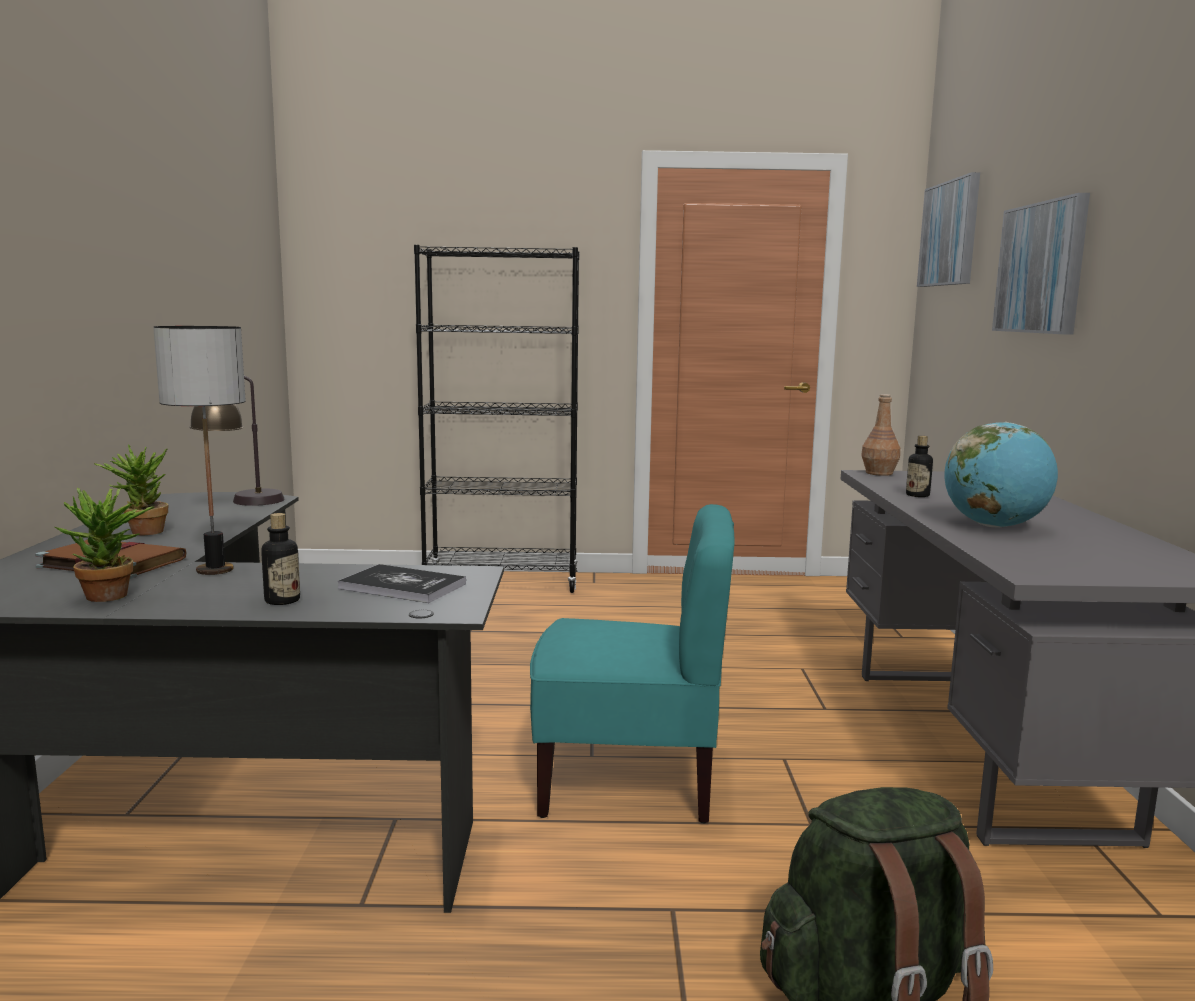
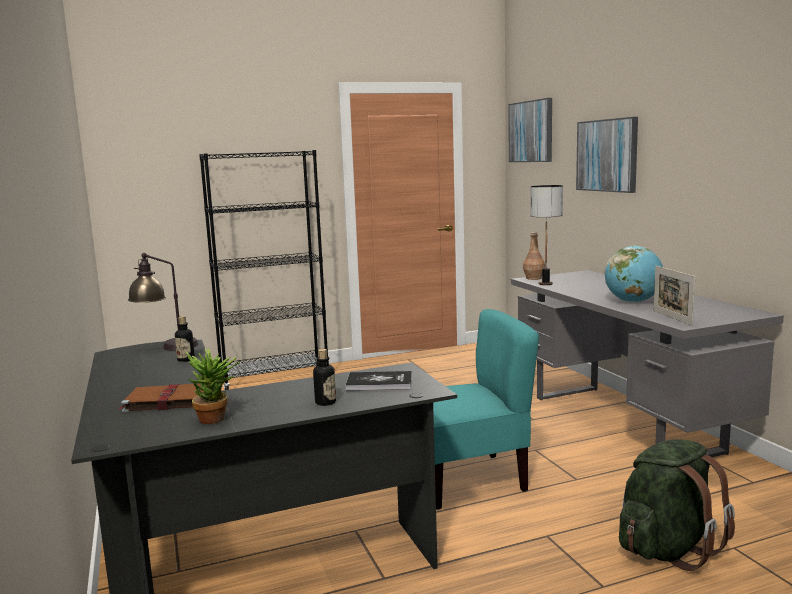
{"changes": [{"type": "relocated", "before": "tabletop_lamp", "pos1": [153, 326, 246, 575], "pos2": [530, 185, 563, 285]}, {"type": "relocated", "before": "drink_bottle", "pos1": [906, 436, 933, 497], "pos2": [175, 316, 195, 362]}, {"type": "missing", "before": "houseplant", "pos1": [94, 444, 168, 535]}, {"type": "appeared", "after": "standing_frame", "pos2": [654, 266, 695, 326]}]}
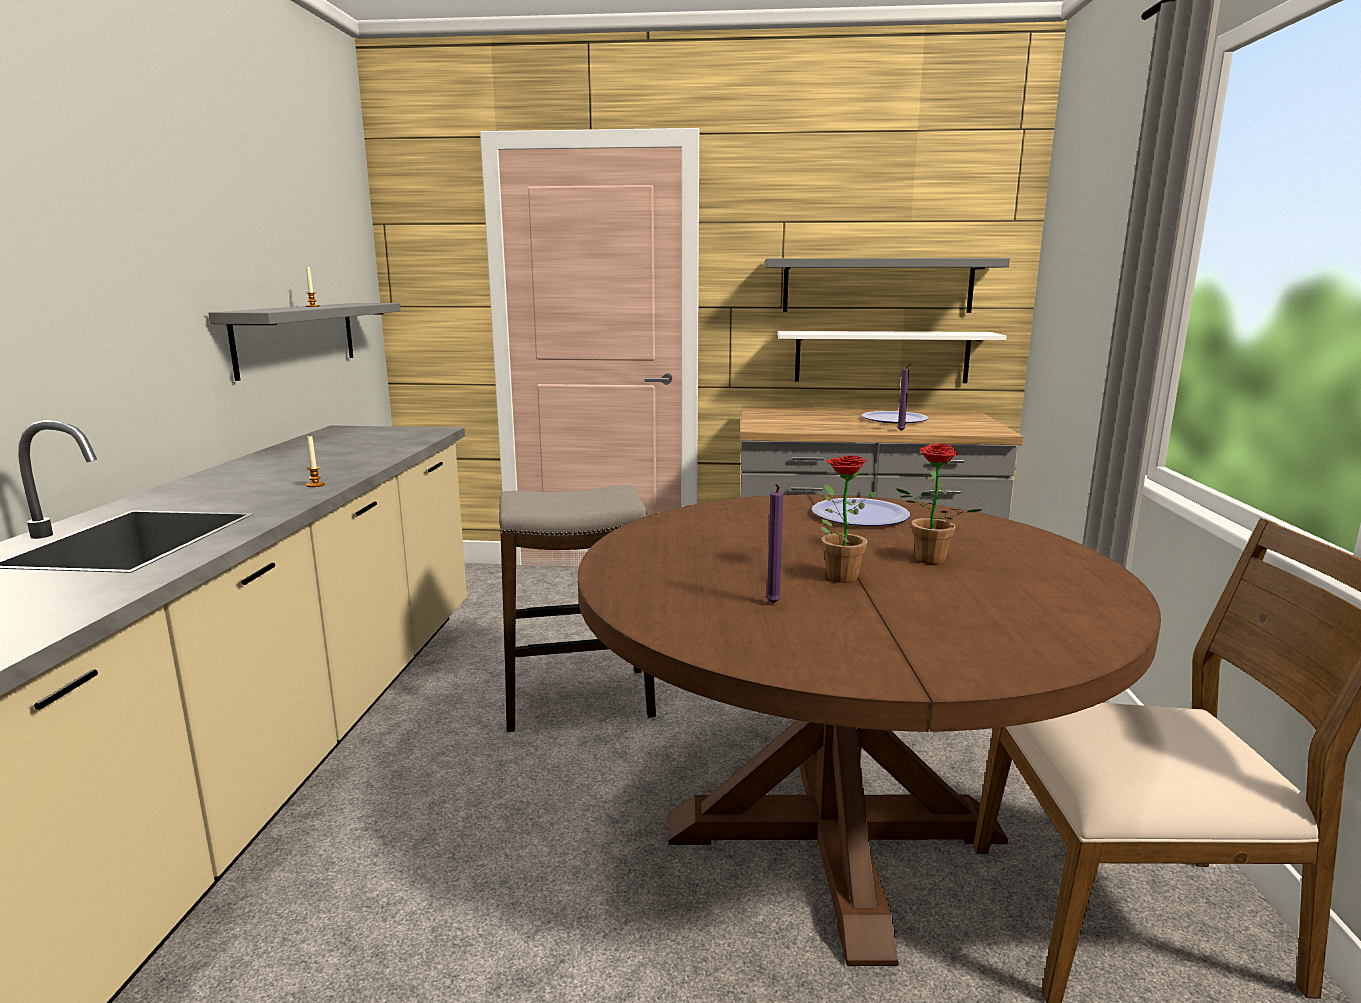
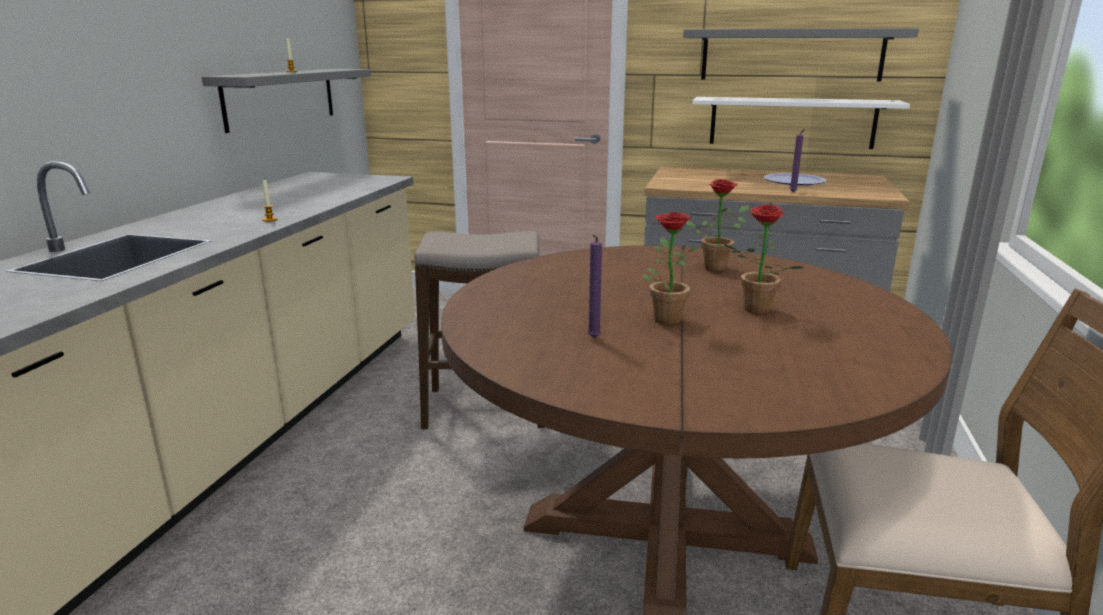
{"changes": [{"type": "exchanged", "before": "flat_dish", "after": "houseplant", "pos1": [812, 498, 910, 526], "pos2": [686, 179, 749, 271]}]}
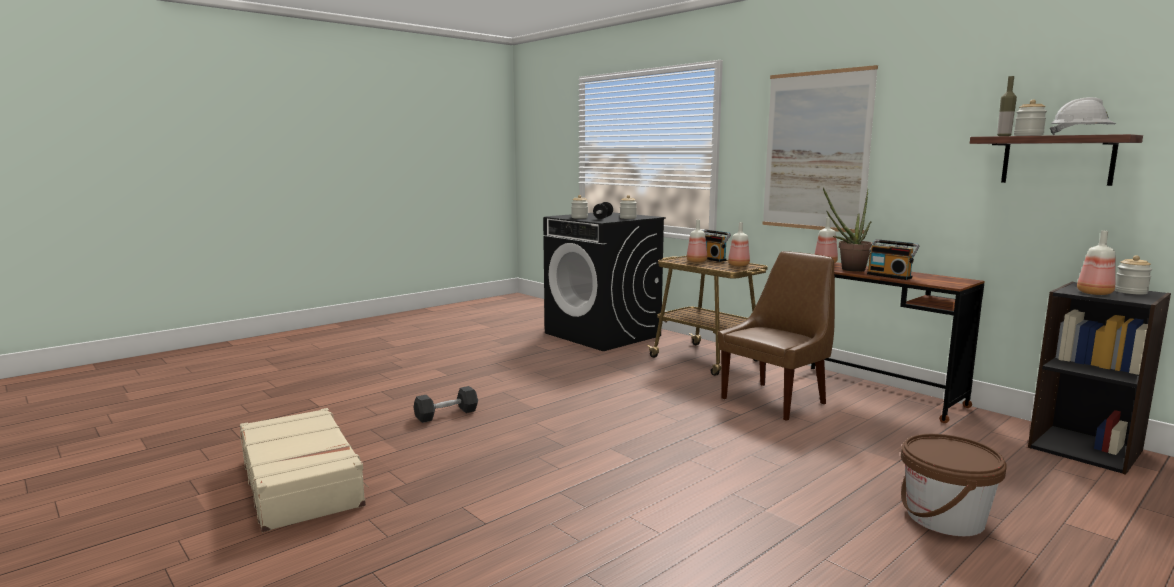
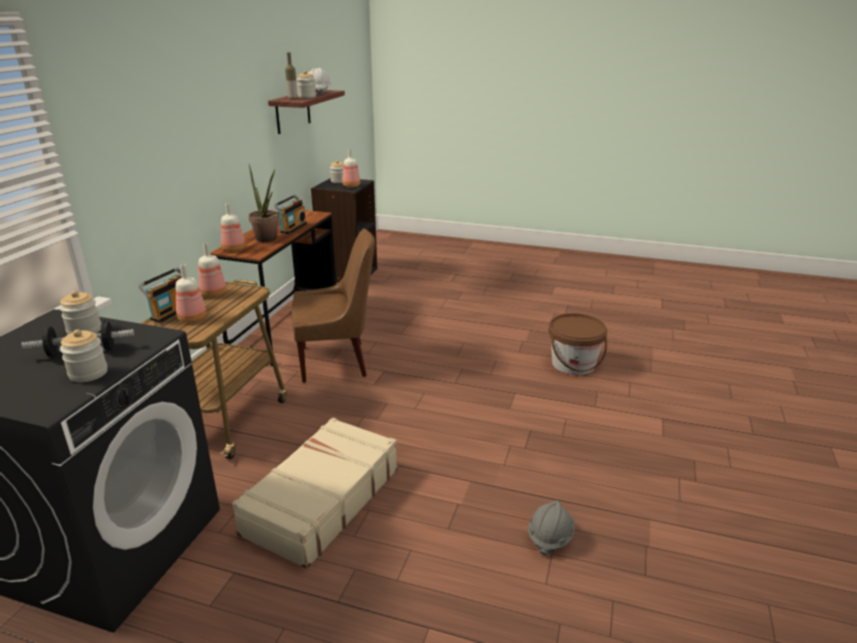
{"changes": [{"type": "missing", "before": "picture", "pos1": [762, 65, 878, 234]}, {"type": "spun", "before": "brown-coloured_chair", "pos1": [718, 251, 835, 421], "pos2": [292, 228, 375, 383], "turn": 150}, {"type": "exchanged", "before": "gray_hand_weight", "after": "gray_work_helmet", "pos1": [413, 386, 478, 423], "pos2": [528, 500, 575, 556]}, {"type": "relocated", "before": "sand-coloured_piece_of_luggage", "pos1": [240, 408, 369, 533], "pos2": [232, 418, 398, 569]}, {"type": "relocated", "before": "brown-coloured_water_bucket", "pos1": [901, 434, 1007, 536], "pos2": [548, 313, 608, 375]}]}
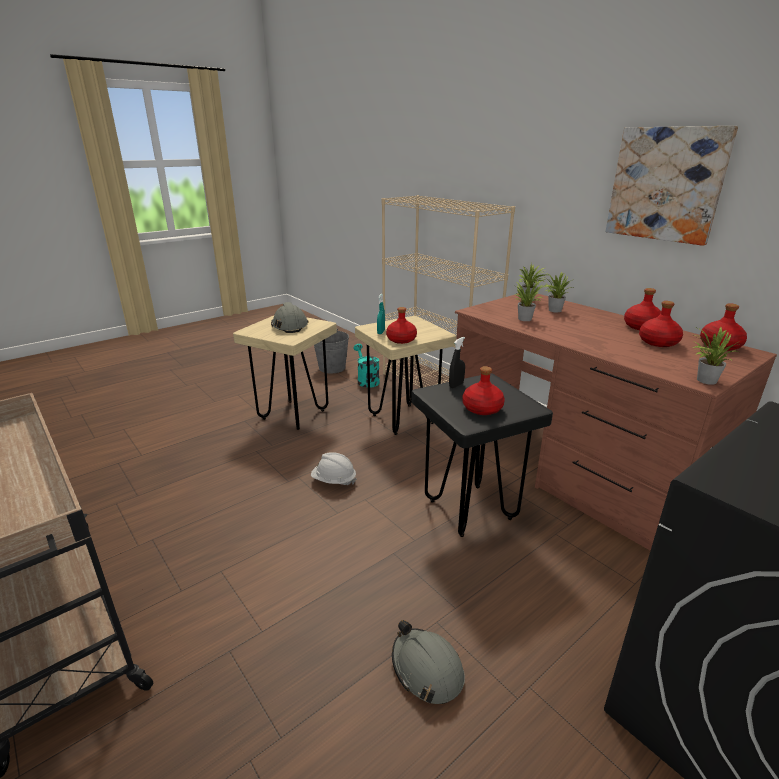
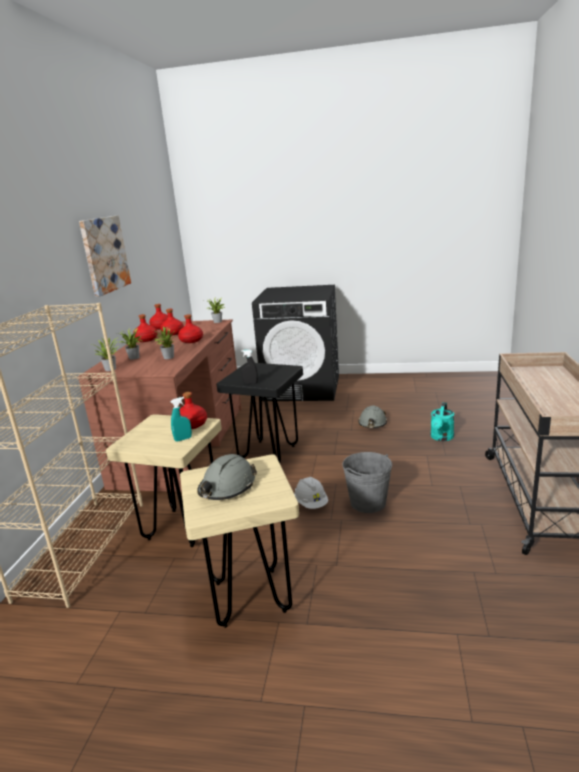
{"changes": [{"type": "relocated", "before": "gray_water_bucket", "pos1": [314, 329, 349, 373], "pos2": [342, 452, 392, 513]}, {"type": "relocated", "before": "turquoise_sprinkling_can", "pos1": [353, 344, 380, 387], "pos2": [431, 402, 454, 441]}, {"type": "relocated", "before": "reddish_drink_bottle", "pos1": [462, 366, 505, 415], "pos2": [178, 314, 203, 343]}]}
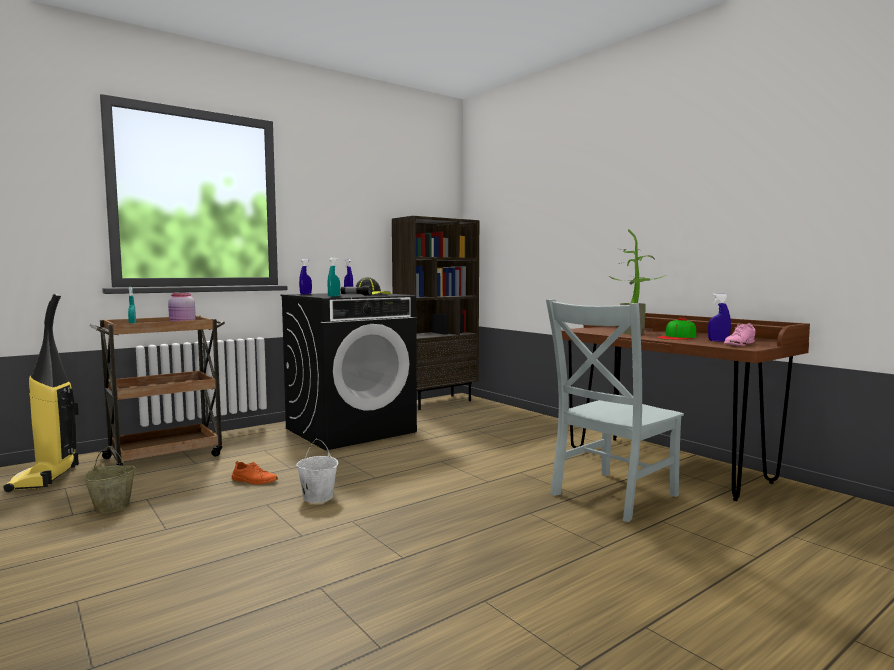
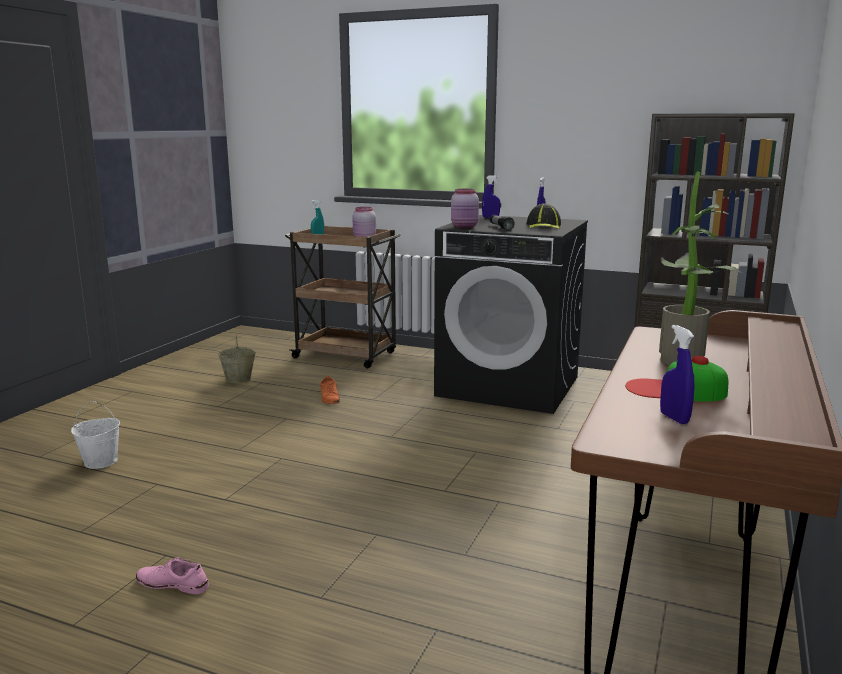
{"changes": [{"type": "exchanged", "before": "turquoise_hand_sprayer", "after": "pinkish_preserve_jar", "pos1": [327, 258, 340, 297], "pos2": [451, 189, 479, 228]}, {"type": "missing", "before": "hoover", "pos1": [3, 293, 79, 492]}, {"type": "missing", "before": "gray_chair", "pos1": [546, 299, 684, 522]}, {"type": "relocated", "before": "pinkish_shoe", "pos1": [724, 323, 755, 346], "pos2": [136, 557, 209, 594]}, {"type": "relocated", "before": "white_water_bucket", "pos1": [296, 439, 338, 503], "pos2": [71, 401, 120, 469]}]}
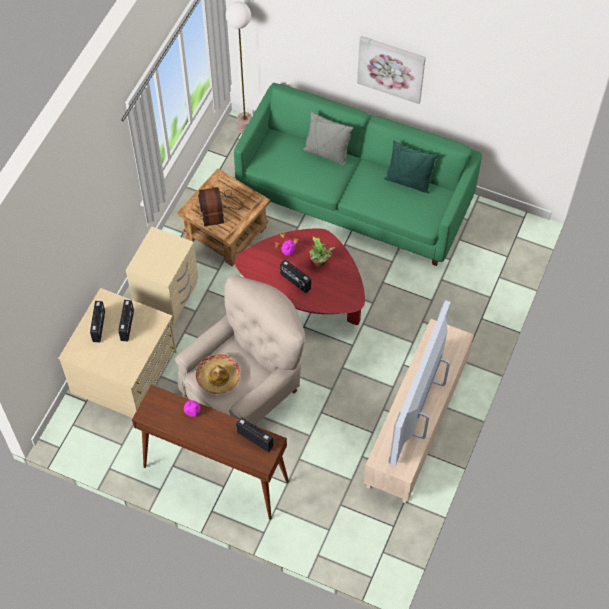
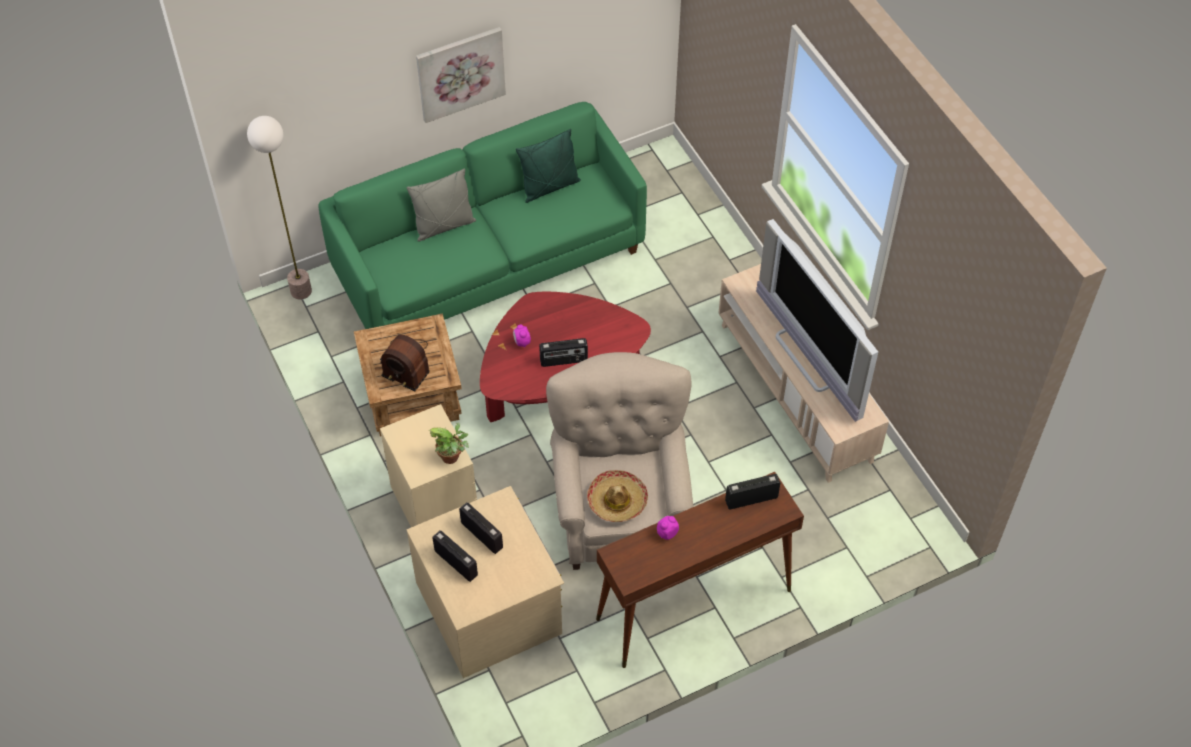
{"changes": [{"type": "relocated", "before": "houseplant", "pos1": [309, 236, 335, 267], "pos2": [429, 423, 469, 464]}]}
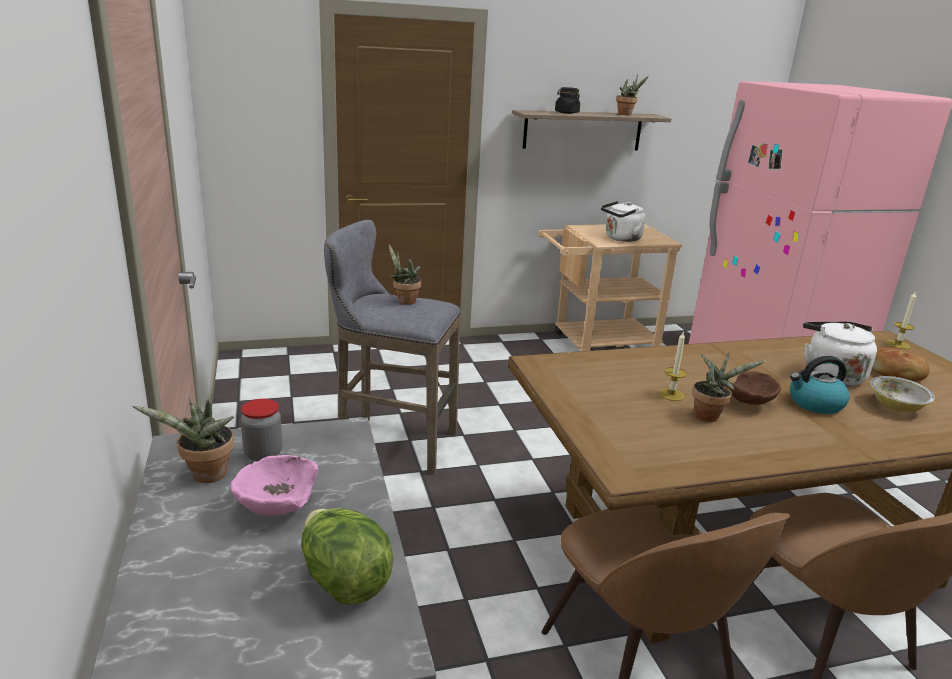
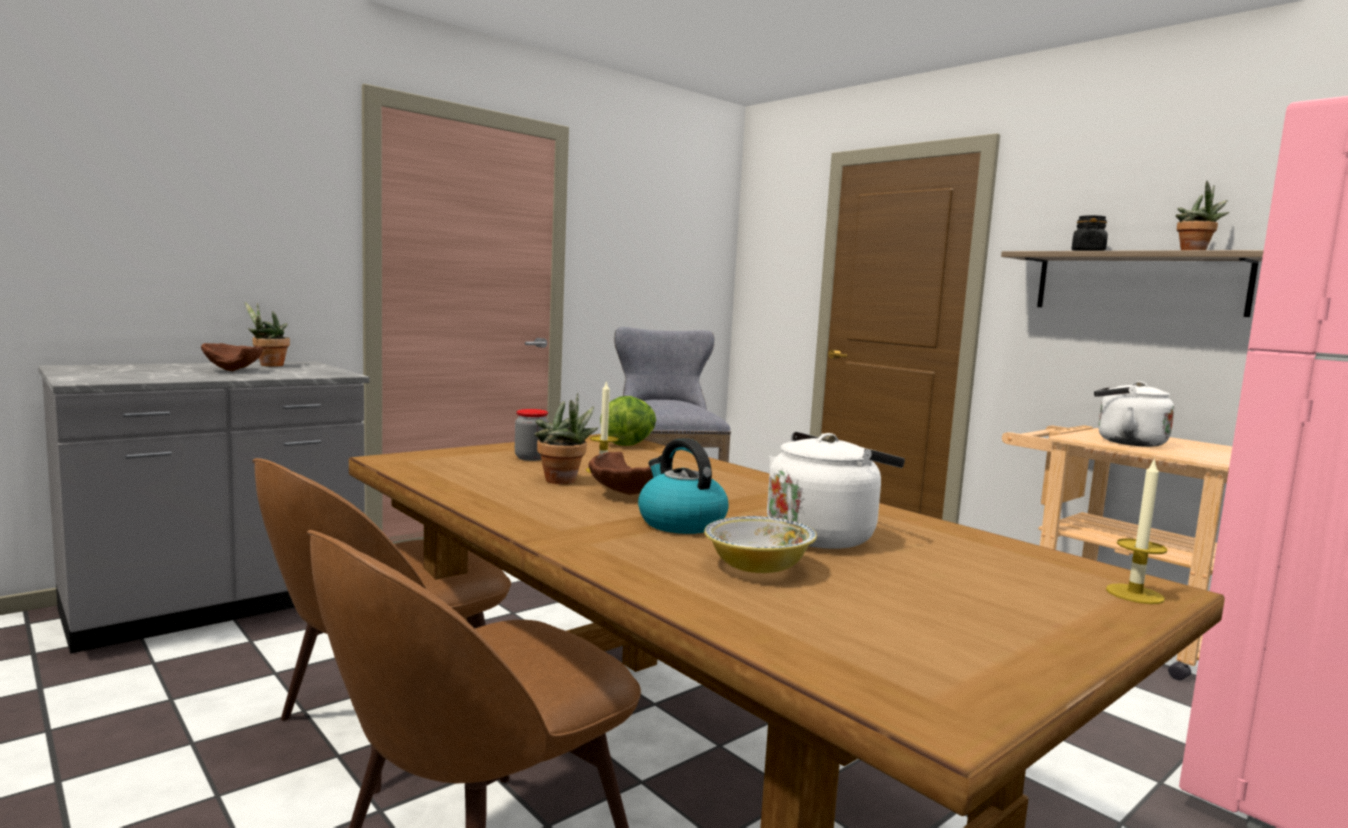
{"changes": [{"type": "missing", "before": "houseplant", "pos1": [389, 244, 421, 305]}, {"type": "missing", "before": "baked_bread", "pos1": [872, 347, 930, 381]}, {"type": "relocated", "before": "preserve_jar", "pos1": [241, 399, 282, 461], "pos2": [515, 409, 549, 461]}, {"type": "colour", "before": "pinkish_deep_dish", "after": "brown-coloured_deep_dish", "pos1": [231, 455, 318, 515], "pos2": [201, 343, 263, 371]}, {"type": "relocated", "before": "lettuce", "pos1": [301, 508, 393, 605], "pos2": [600, 396, 656, 446]}]}
